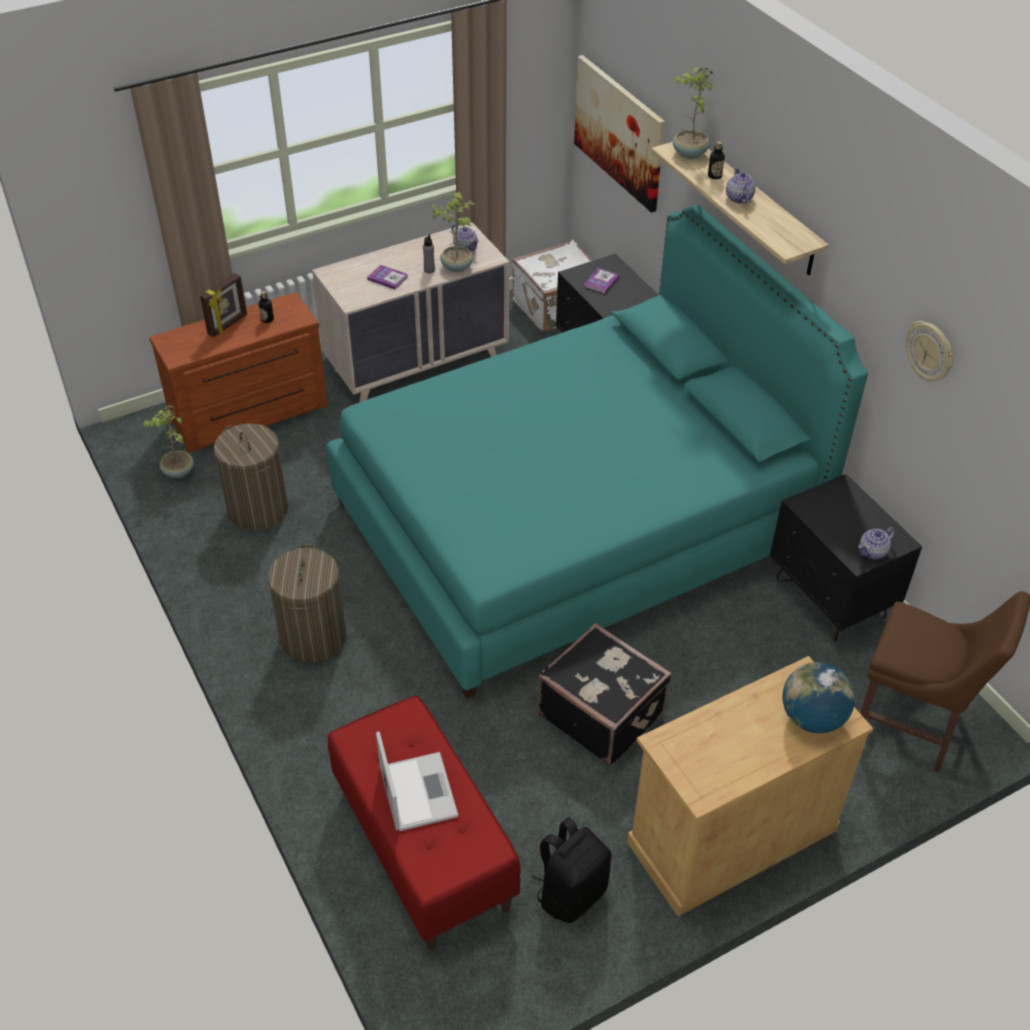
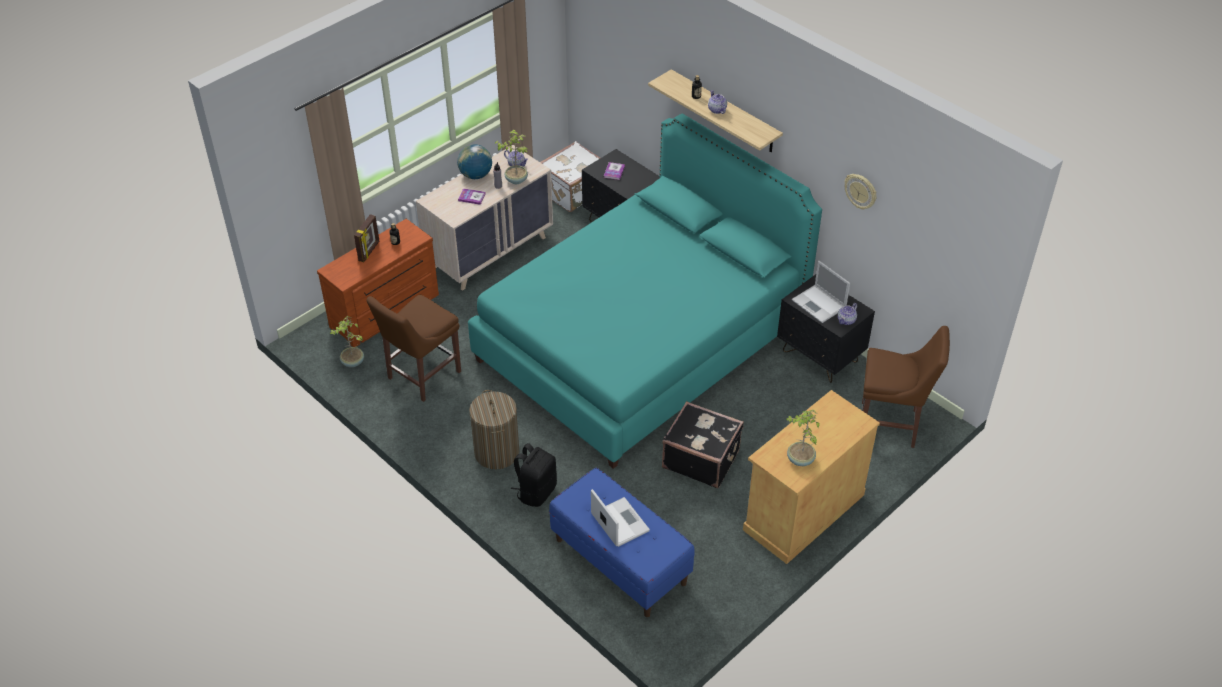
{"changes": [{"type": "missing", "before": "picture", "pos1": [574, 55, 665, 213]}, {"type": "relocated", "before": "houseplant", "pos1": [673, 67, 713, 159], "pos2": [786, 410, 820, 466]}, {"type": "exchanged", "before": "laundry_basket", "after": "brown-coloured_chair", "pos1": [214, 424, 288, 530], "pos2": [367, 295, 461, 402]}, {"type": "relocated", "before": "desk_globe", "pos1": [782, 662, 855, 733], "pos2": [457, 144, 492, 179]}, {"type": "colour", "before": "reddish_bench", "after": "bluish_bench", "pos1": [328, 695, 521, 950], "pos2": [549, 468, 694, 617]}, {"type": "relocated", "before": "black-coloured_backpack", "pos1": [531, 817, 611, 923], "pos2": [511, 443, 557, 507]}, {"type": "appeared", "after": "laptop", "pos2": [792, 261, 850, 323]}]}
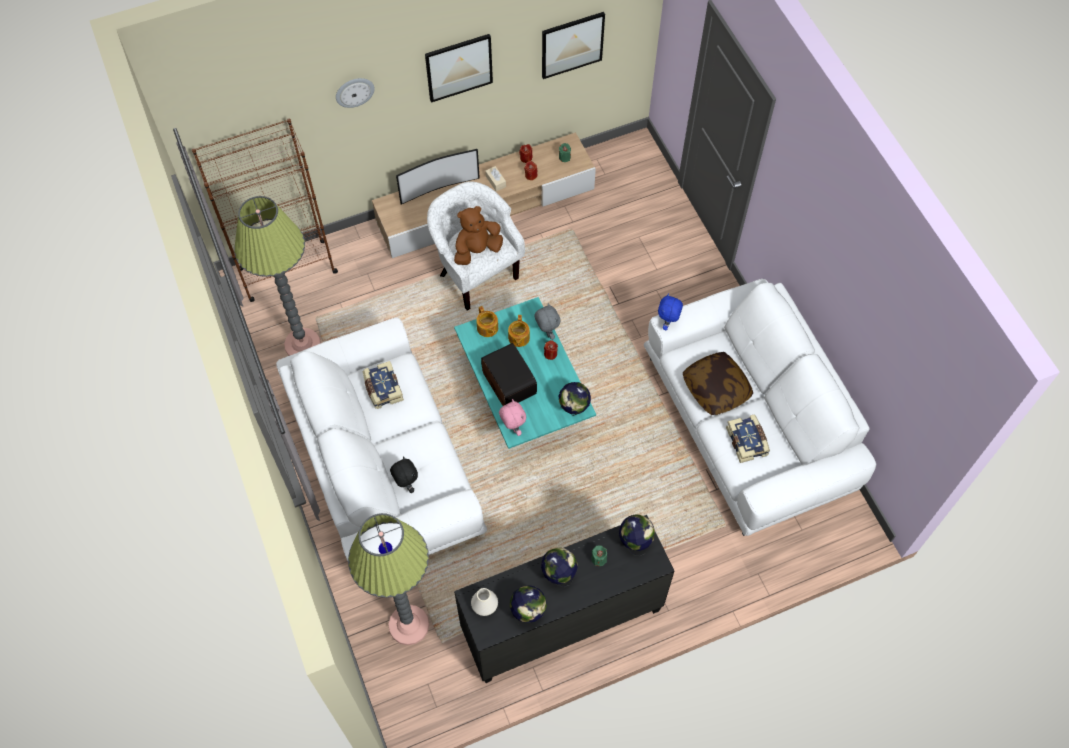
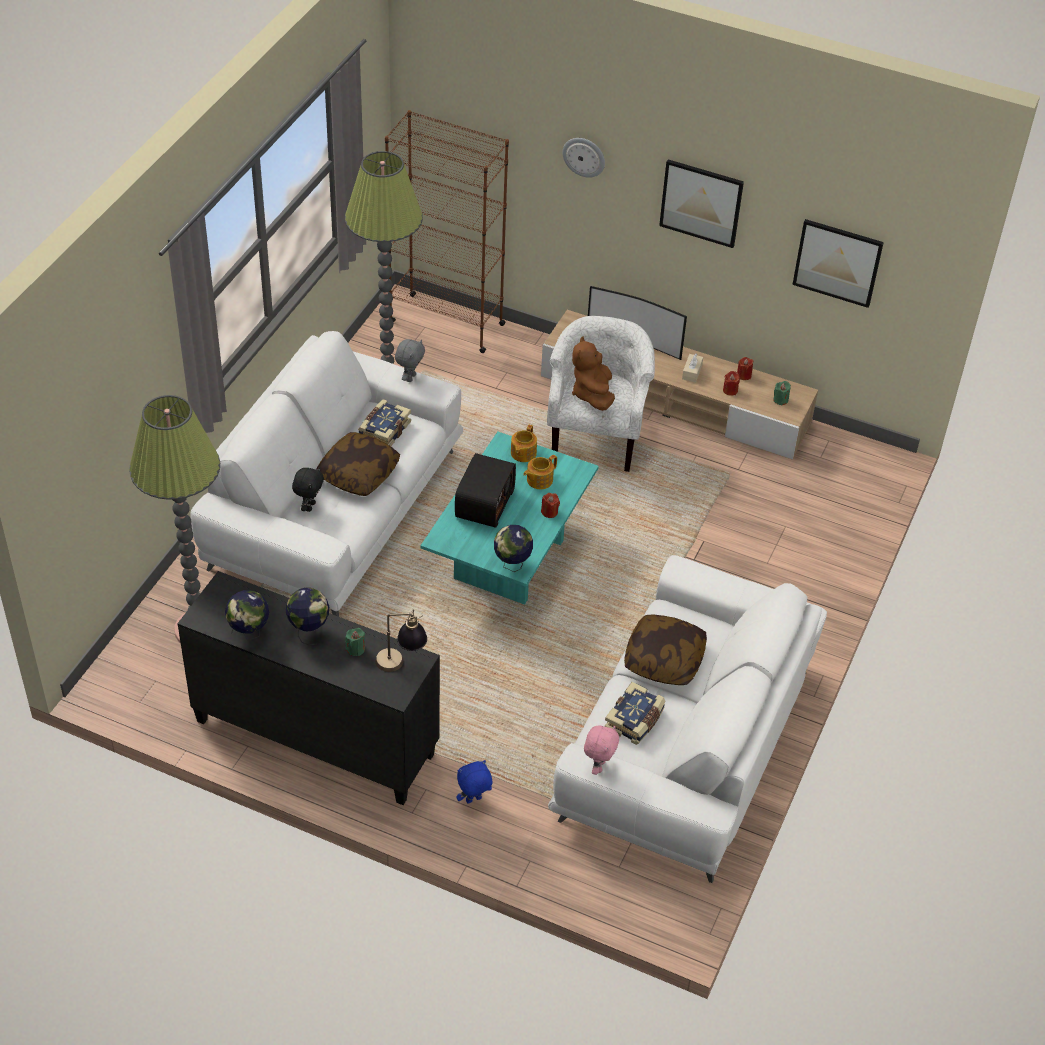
{"changes": [{"type": "spun", "before": "brown-coloured_plush_toy", "pos1": [454, 206, 503, 265], "pos2": [572, 336, 615, 411], "turn": -105}, {"type": "relocated", "before": "bluish_plush_toy", "pos1": [658, 293, 683, 330], "pos2": [457, 760, 492, 803]}, {"type": "relocated", "before": "gray_plush_toy", "pos1": [534, 303, 560, 340], "pos2": [395, 339, 425, 382]}, {"type": "relocated", "before": "pinkish_plush_toy", "pos1": [499, 399, 526, 436], "pos2": [584, 725, 619, 775]}, {"type": "exchanged", "before": "desk_globe", "after": "tabletop_lamp", "pos1": [619, 515, 655, 556], "pos2": [375, 609, 427, 672]}, {"type": "missing", "before": "white_decorative_vase", "pos1": [471, 588, 498, 616]}, {"type": "appeared", "after": "pillow", "pos2": [316, 432, 400, 496]}]}
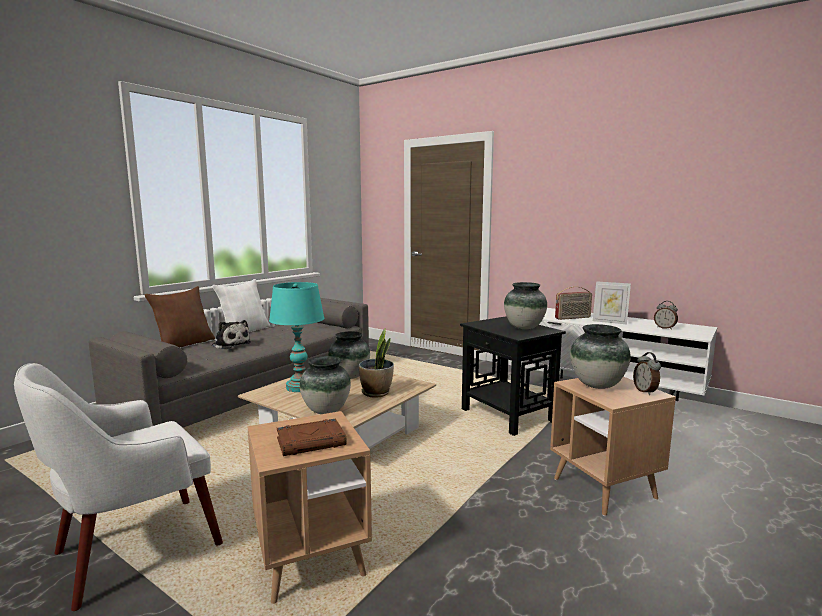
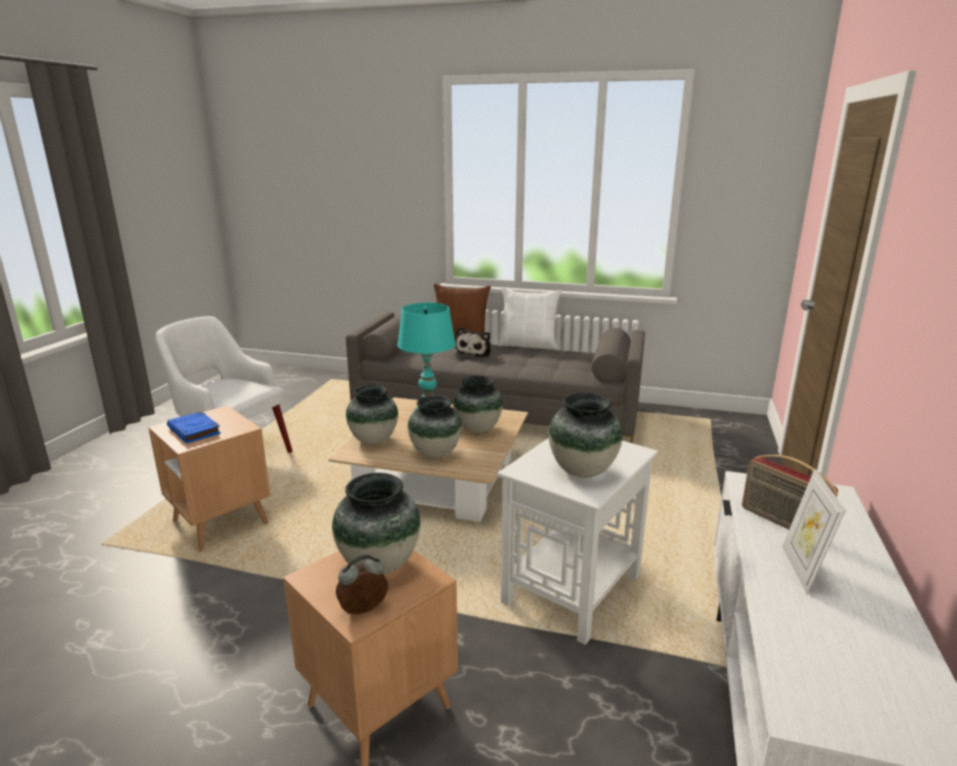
{"changes": [{"type": "missing", "before": "bedside_clock", "pos1": [654, 301, 678, 330]}, {"type": "colour", "before": "black-coloured_side_table", "after": "white_side_table", "pos1": [460, 316, 566, 436], "pos2": [497, 438, 658, 645]}, {"type": "exchanged", "before": "houseplant", "after": "decorative_vase", "pos1": [359, 328, 394, 398], "pos2": [408, 396, 462, 458]}, {"type": "colour", "before": "brown-coloured_bound_book", "after": "bluish_bound_book", "pos1": [277, 418, 347, 456], "pos2": [167, 411, 221, 443]}]}
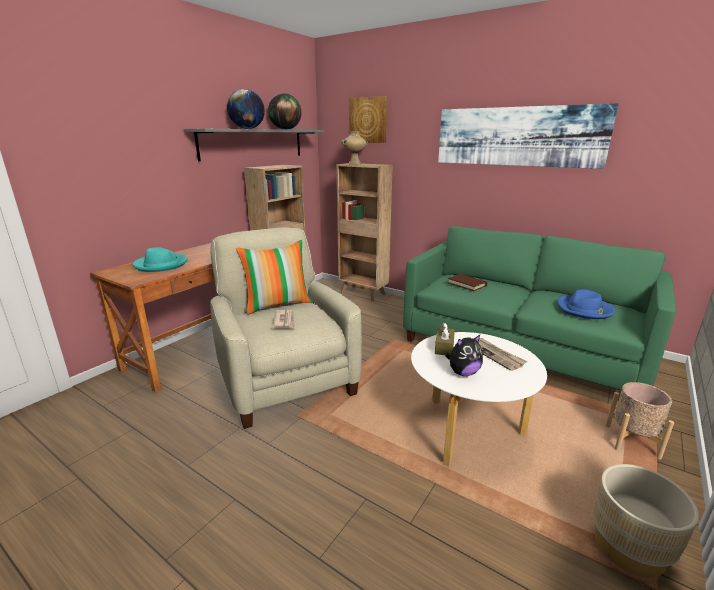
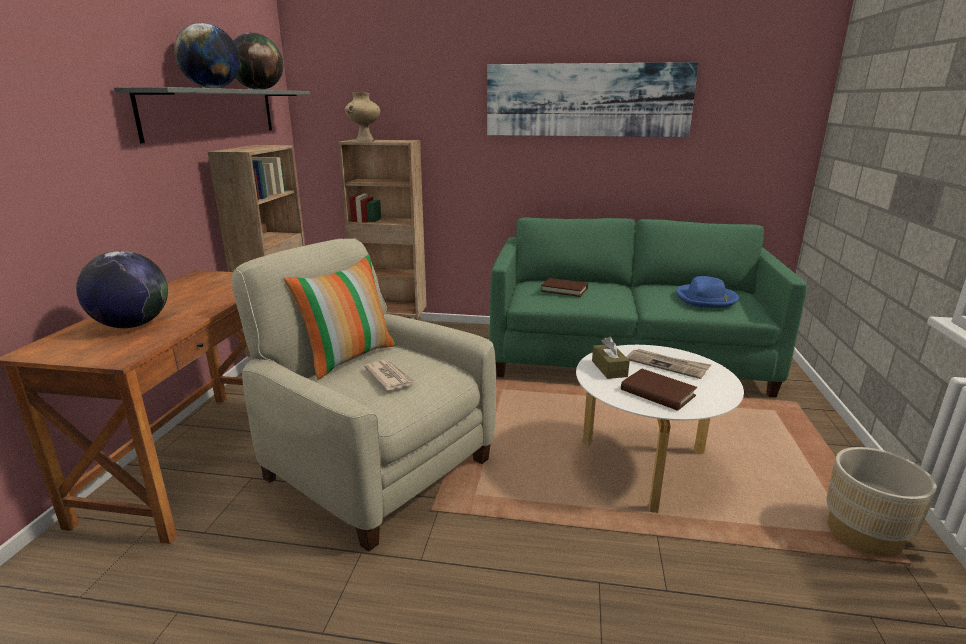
{"changes": [{"type": "missing", "before": "picture", "pos1": [349, 96, 387, 143]}, {"type": "exchanged", "before": "turquoise_wearable_hat", "after": "desk_globe", "pos1": [133, 247, 187, 272], "pos2": [76, 251, 168, 328]}, {"type": "exchanged", "before": "plush_toy", "after": "brown-coloured_bound_book", "pos1": [445, 335, 483, 376], "pos2": [621, 369, 697, 411]}, {"type": "missing", "before": "sand-coloured_flower_pot", "pos1": [605, 382, 674, 459]}]}
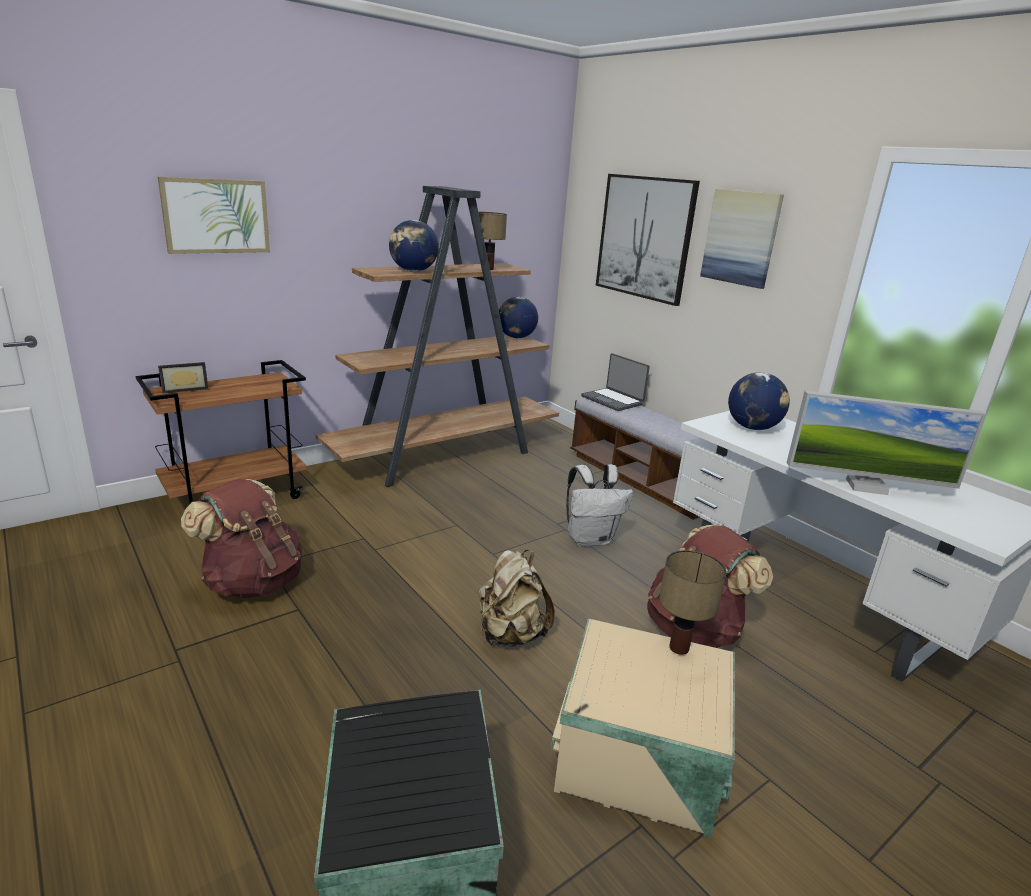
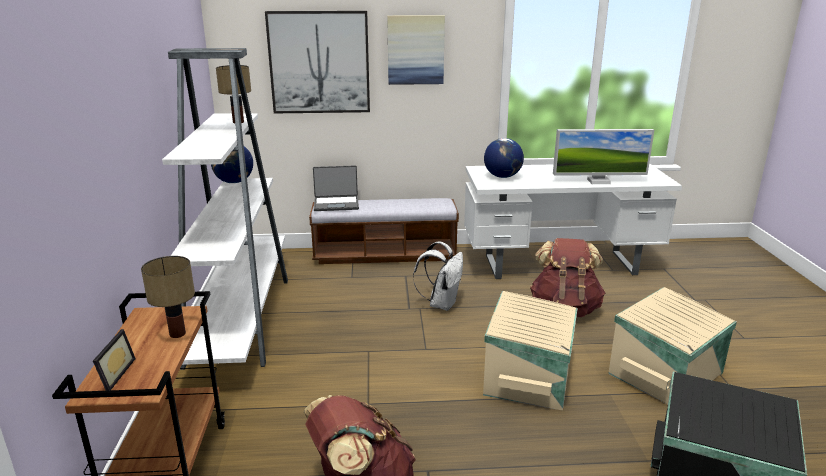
{"changes": [{"type": "missing", "before": "picture", "pos1": [158, 177, 270, 254]}, {"type": "colour", "before": "brown-coloured_shelving_unit", "after": "white_shelving_unit", "pos1": [316, 186, 559, 487], "pos2": [162, 48, 288, 370]}, {"type": "missing", "before": "desk_globe", "pos1": [389, 220, 439, 272]}, {"type": "spun", "before": "computer_display", "pos1": [787, 391, 987, 495], "pos2": [553, 129, 654, 184], "turn": 45}, {"type": "exchanged", "before": "sand-coloured_backpack", "after": "sand-coloured_storage_container", "pos1": [479, 550, 555, 647], "pos2": [483, 291, 578, 411]}, {"type": "relocated", "before": "tabletop_lamp", "pos1": [659, 550, 726, 655], "pos2": [141, 256, 195, 338]}]}
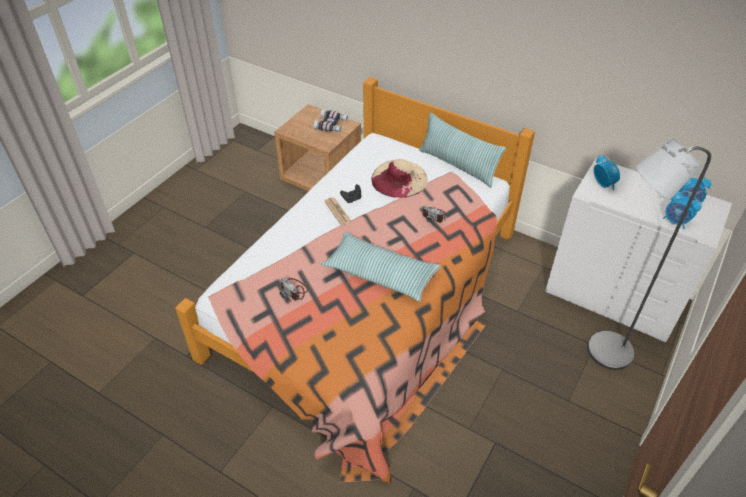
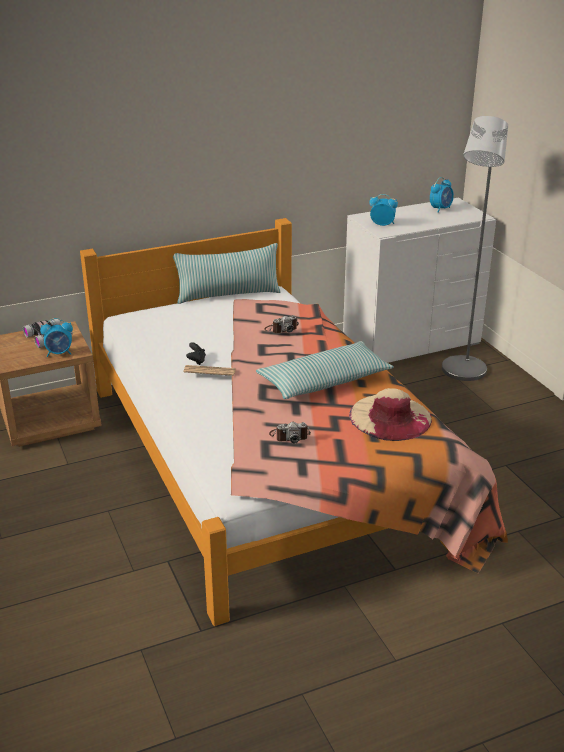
{"changes": [{"type": "relocated", "before": "sand-coloured_wearable_hat", "pos1": [372, 159, 428, 198], "pos2": [349, 388, 432, 441]}, {"type": "relocated", "before": "bedside_clock", "pos1": [663, 191, 702, 229], "pos2": [40, 318, 73, 357]}]}
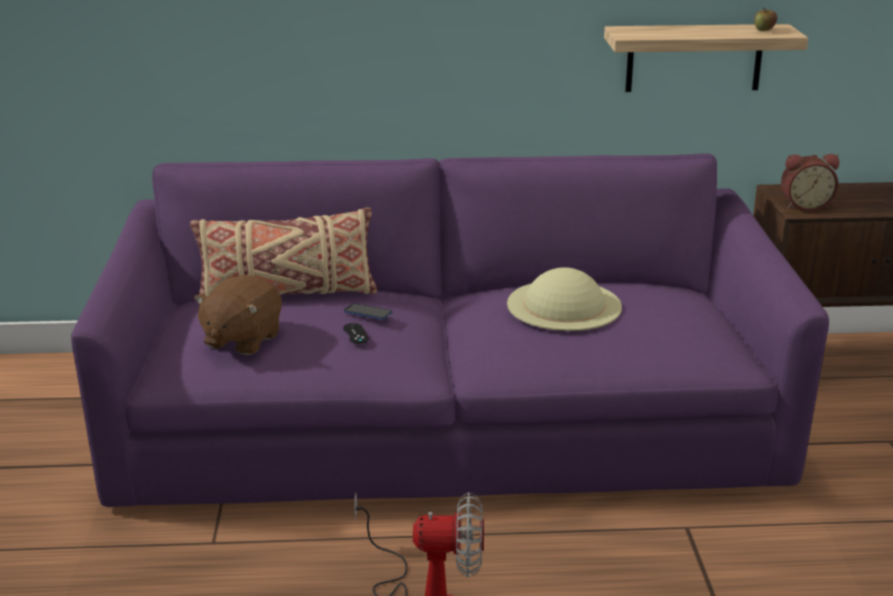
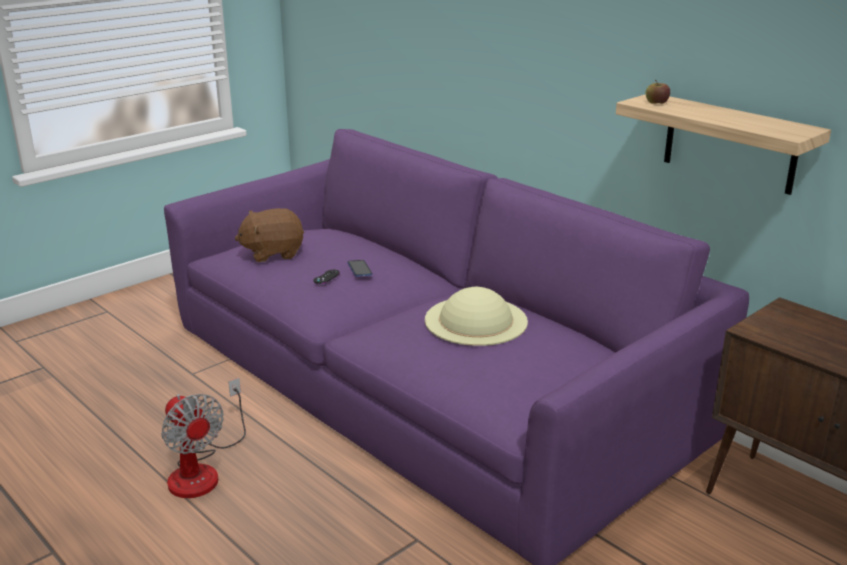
{"changes": [{"type": "relocated", "before": "apple_fruit", "pos1": [754, 7, 777, 31], "pos2": [646, 80, 670, 104]}, {"type": "missing", "before": "bedside_clock", "pos1": [781, 154, 839, 211]}, {"type": "missing", "before": "sand-coloured_pillow", "pos1": [190, 207, 377, 297]}]}
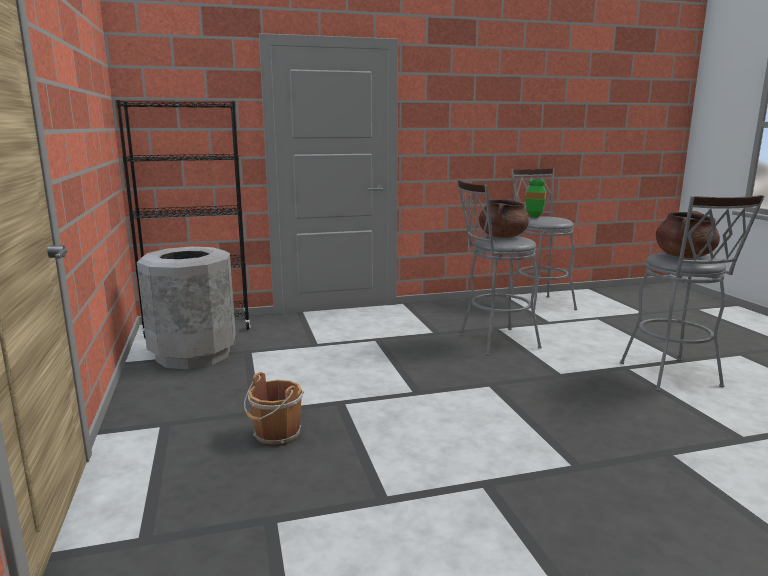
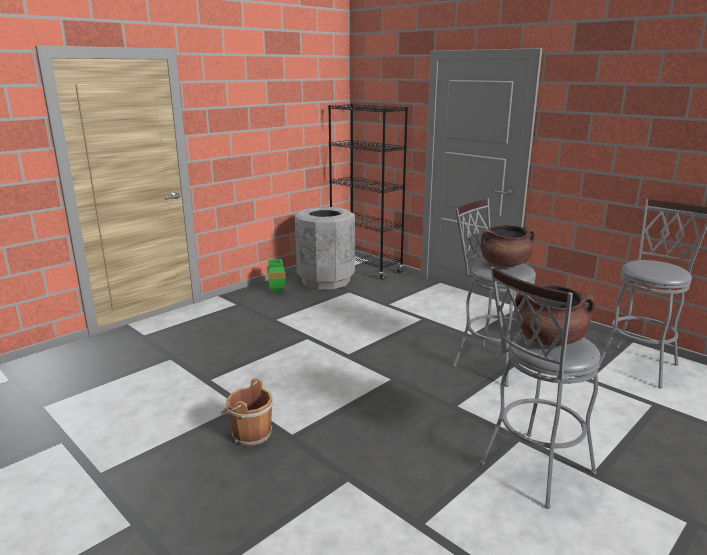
{"changes": [{"type": "relocated", "before": "green_decorative_vase", "pos1": [526, 180, 546, 218], "pos2": [267, 259, 285, 293]}, {"type": "relocated", "before": "brown-coloured_water_bucket", "pos1": [244, 372, 304, 446], "pos2": [221, 378, 273, 447]}]}
